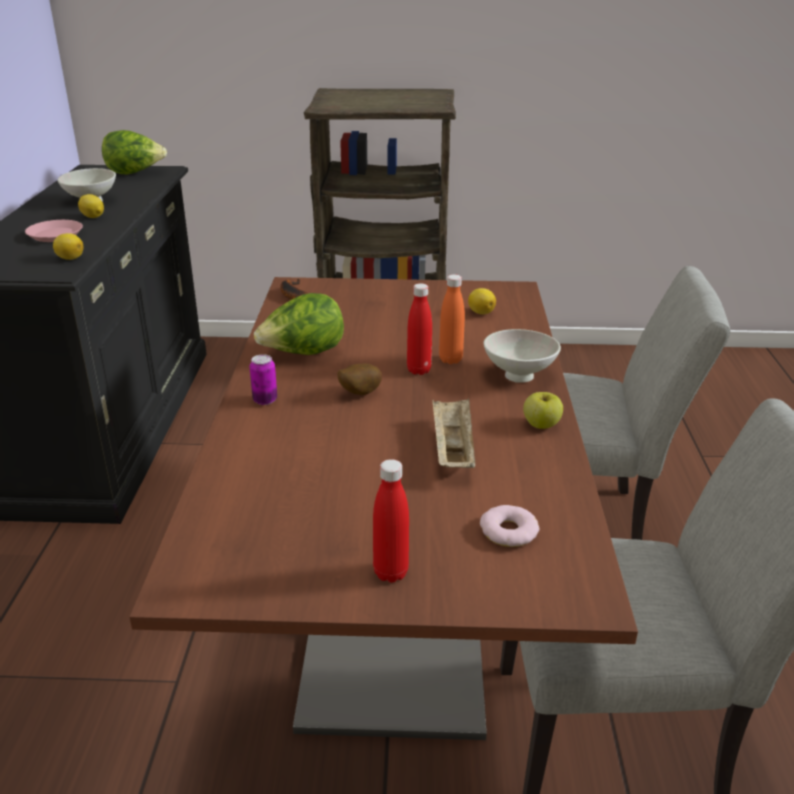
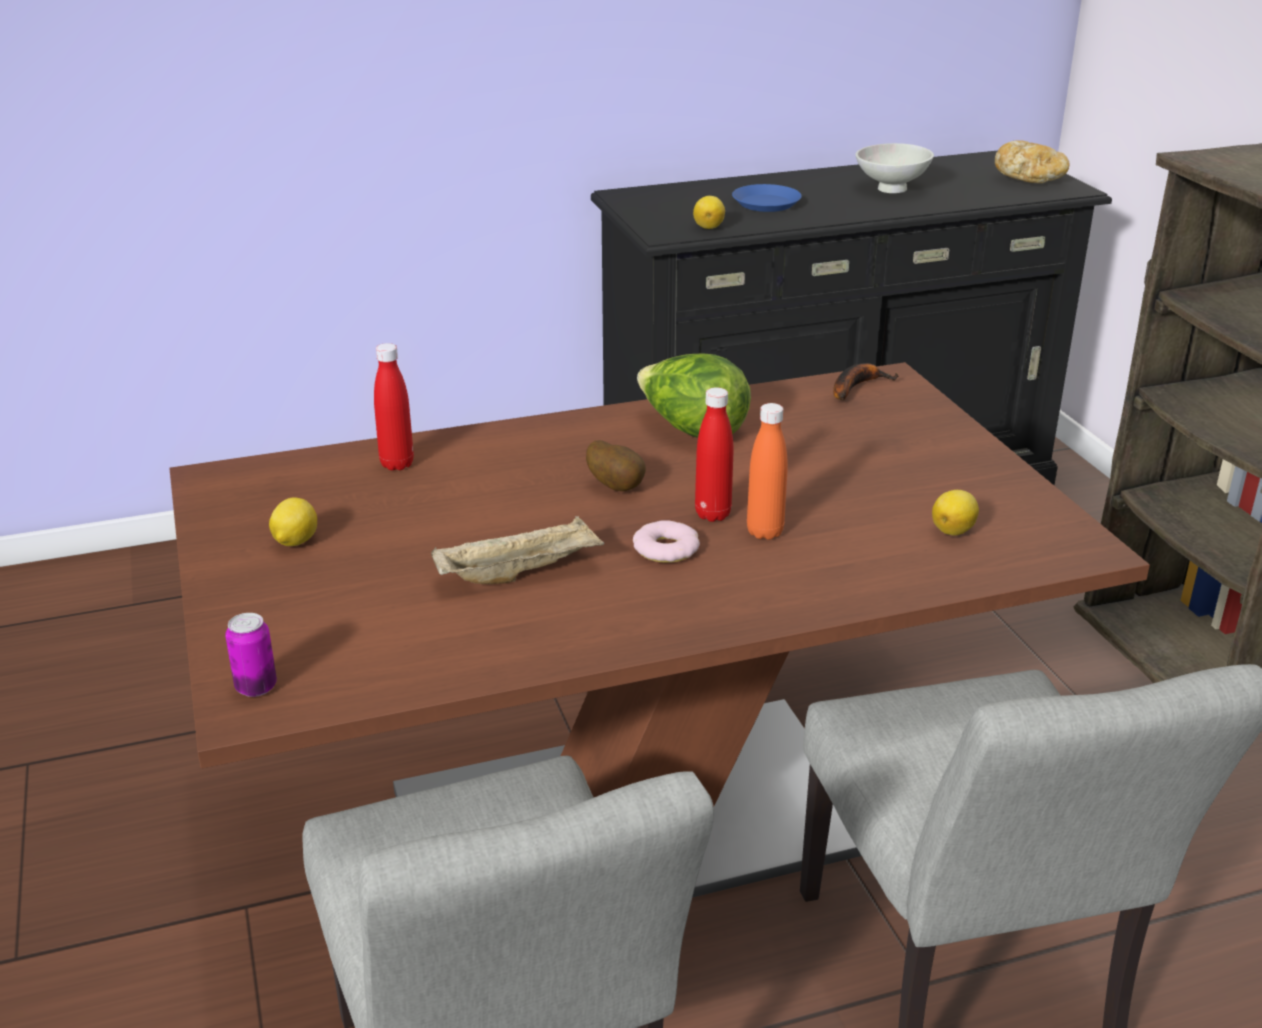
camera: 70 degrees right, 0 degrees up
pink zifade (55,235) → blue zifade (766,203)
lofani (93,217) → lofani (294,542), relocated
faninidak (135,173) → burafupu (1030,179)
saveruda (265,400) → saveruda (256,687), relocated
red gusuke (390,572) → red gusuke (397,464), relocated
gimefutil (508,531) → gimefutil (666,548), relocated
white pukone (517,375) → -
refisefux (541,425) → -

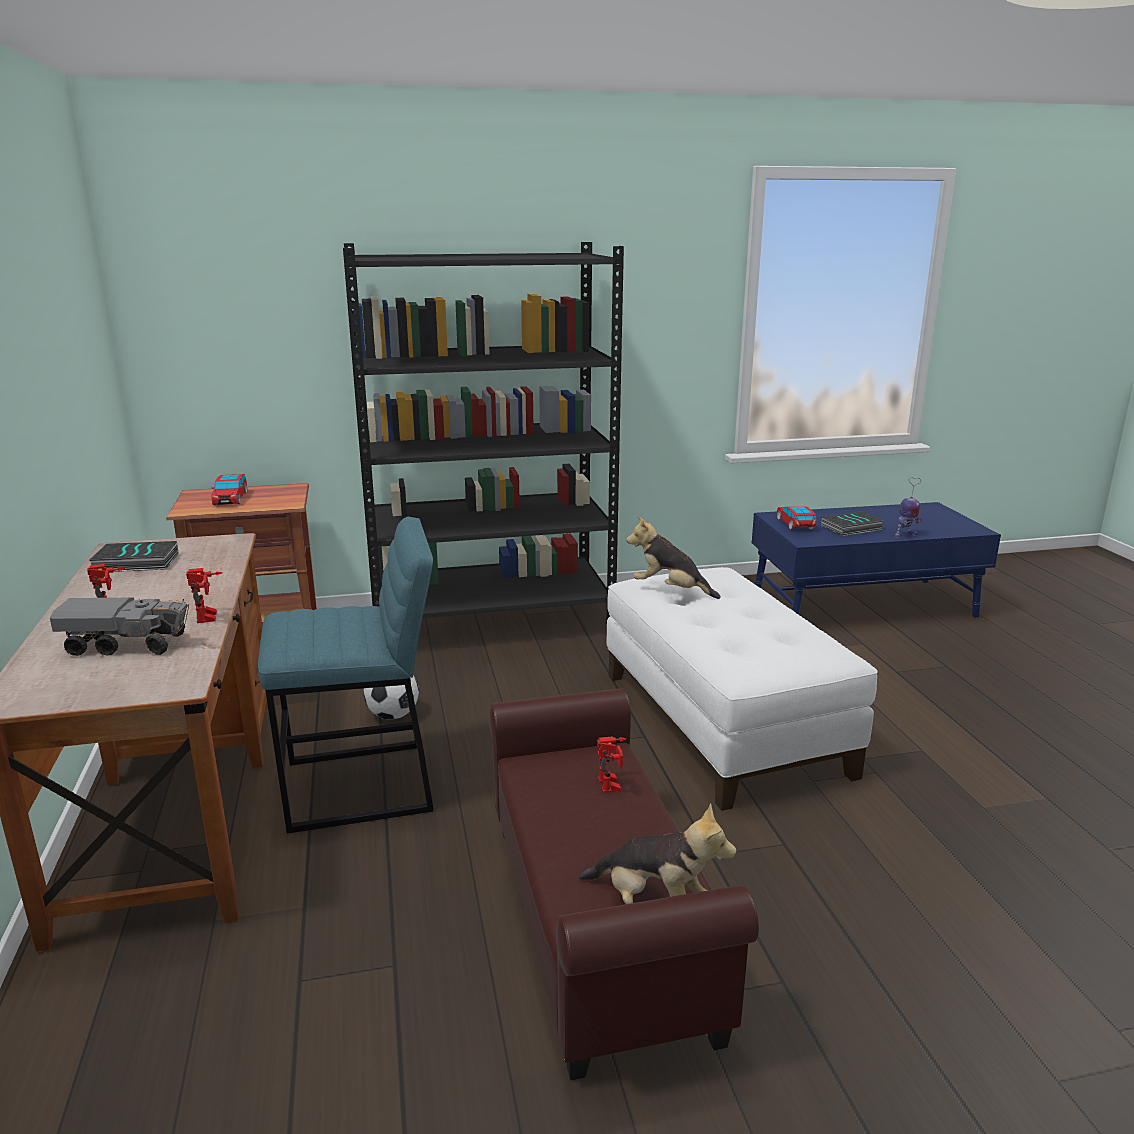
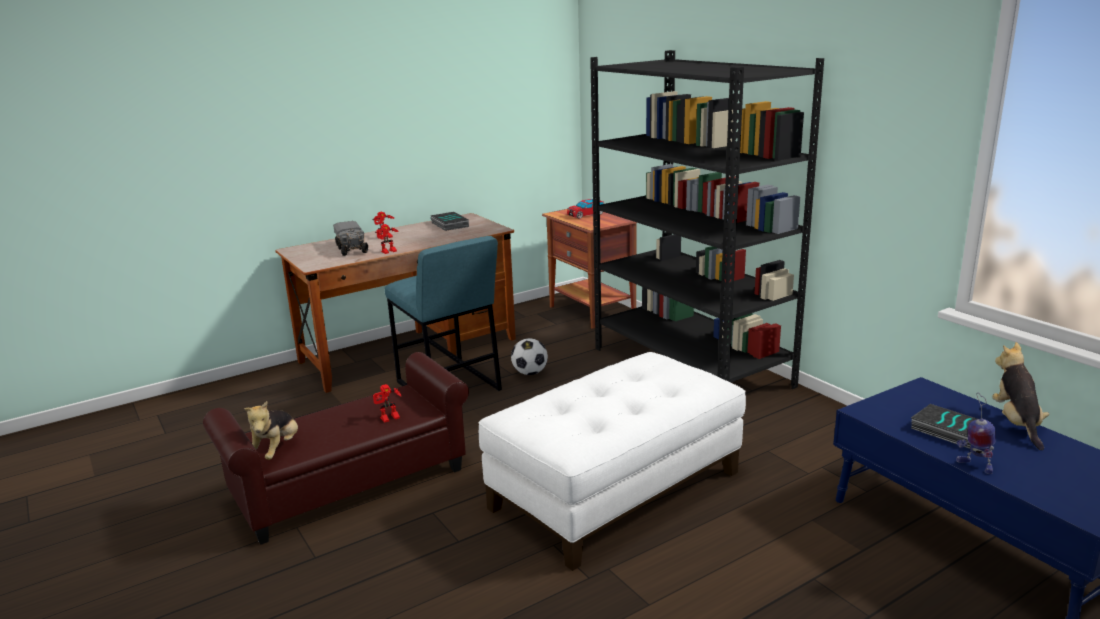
camera: 70 degrees right, 0 degrees up
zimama (670,590) → zimama (1016,423), relocated
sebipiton (795,525) → -

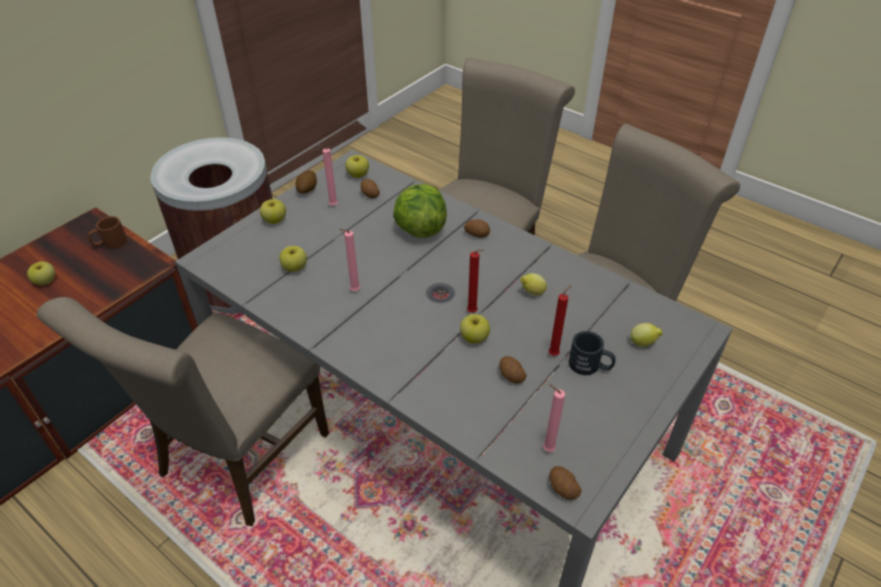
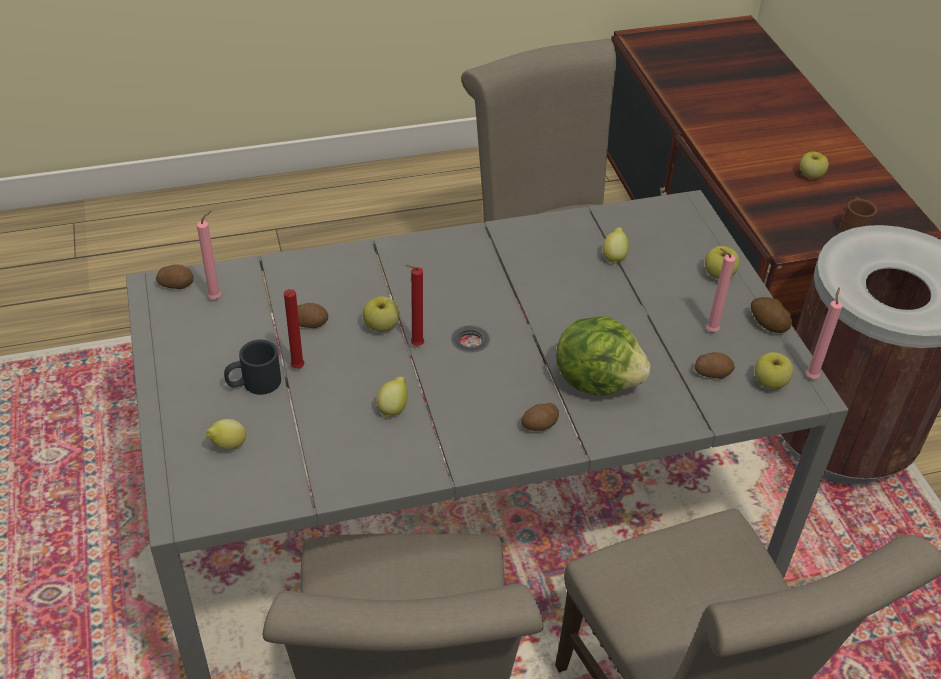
camera: 125 degrees right, 0 degrees up
refisefux (295,268) → lofani (614,257)
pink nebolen (353,291) → pink nebolen (811,376), relocated

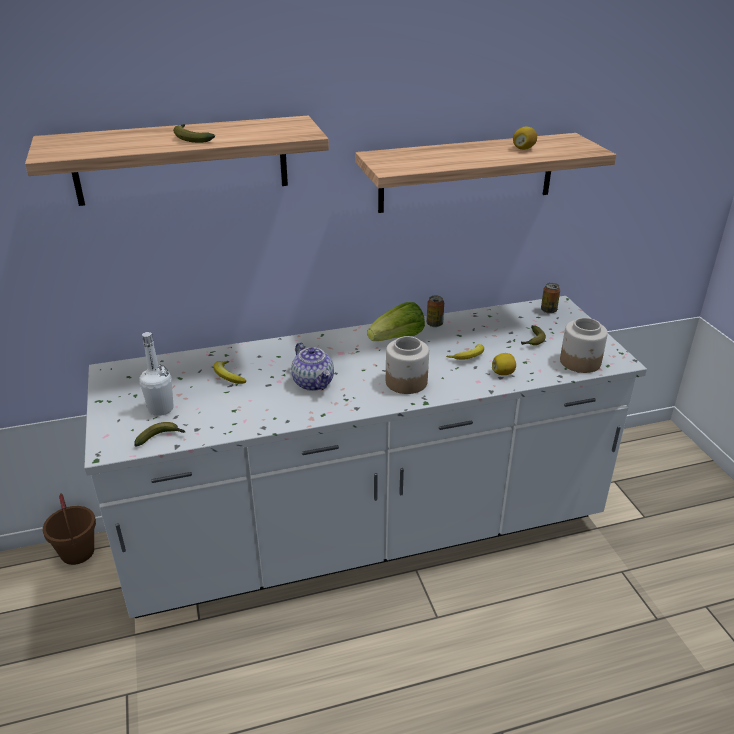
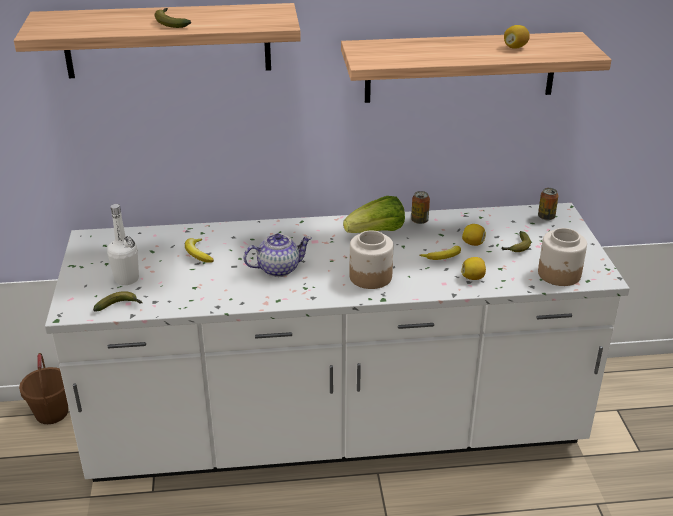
camera: 10 degrees right, 0 degrees up
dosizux (314,383) → dosizux (279,269), 90 degrees counterclockwise
- → lofani (473,243)

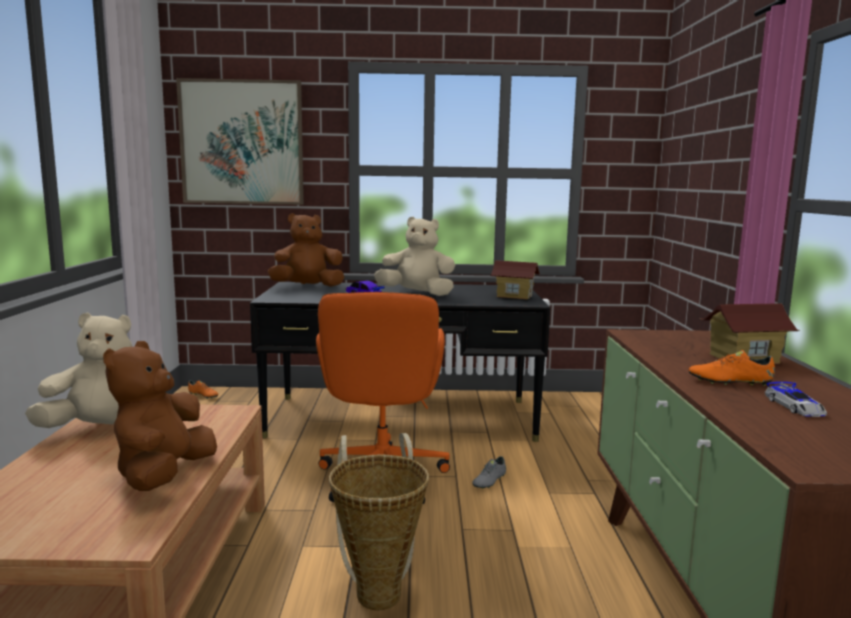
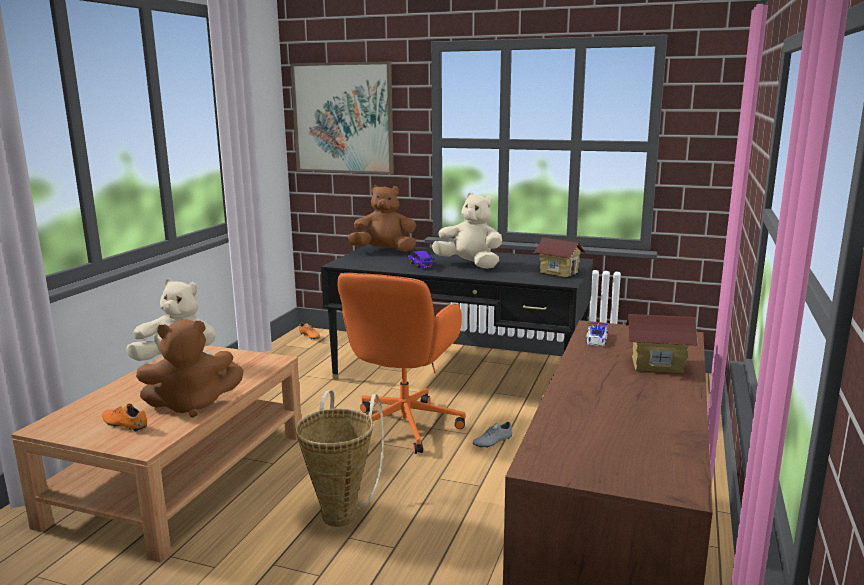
camera: 20 degrees right, 5 degrees up
brown zimama (163,476) → brown zimama (192,405), 135 degrees counterclockwise
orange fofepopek (730,382) → orange fofepopek (125,425), relocated
sebipiton (795,407) → sebipiton (596,339), relocated

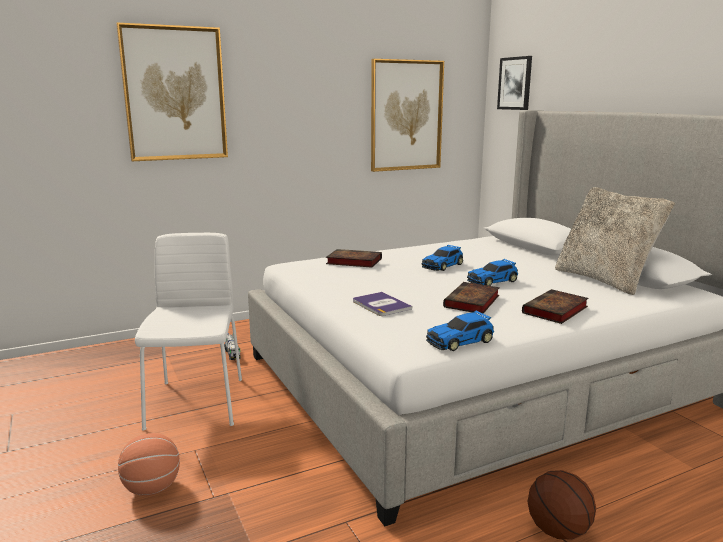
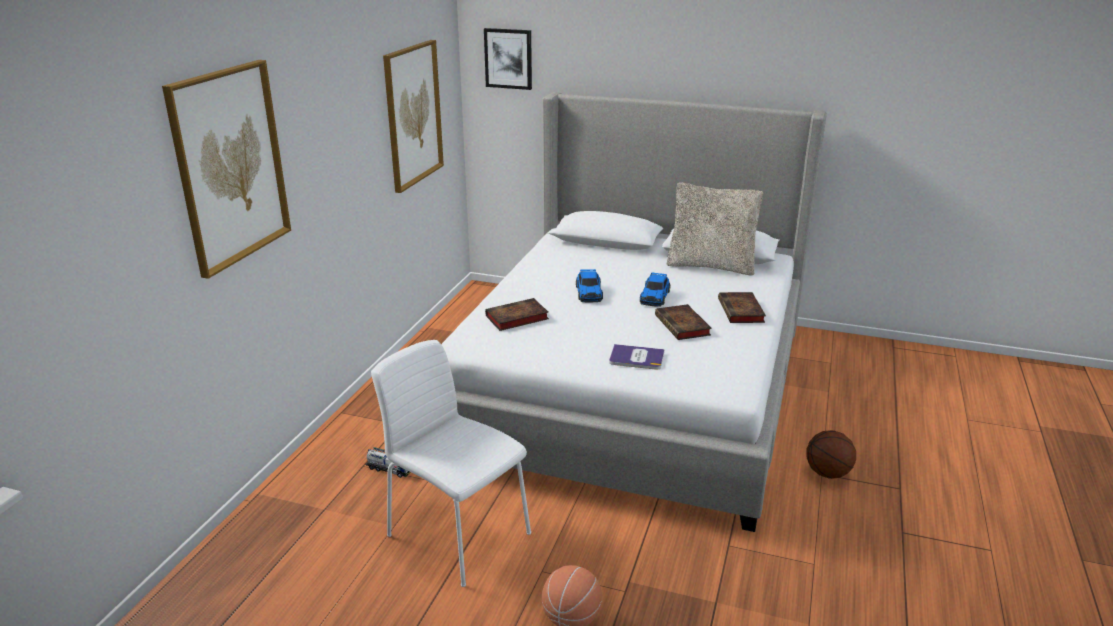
camera: 45 degrees left, 10 degrees up
sebipiton (461,341) → -

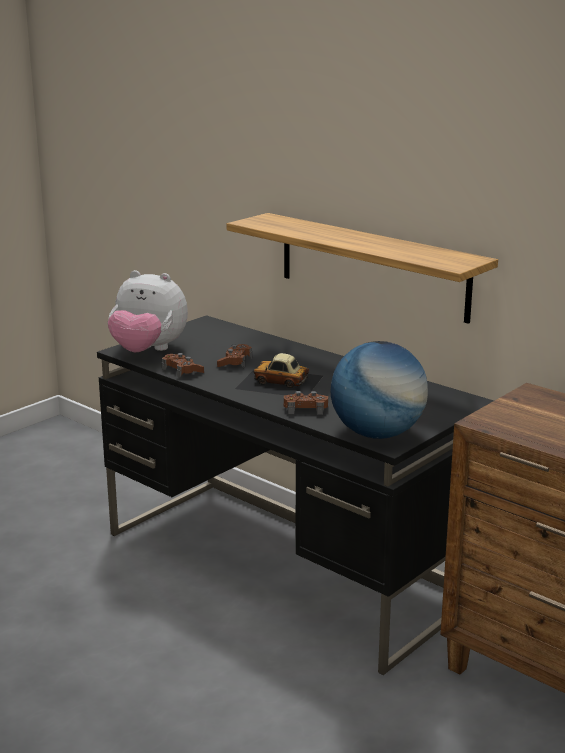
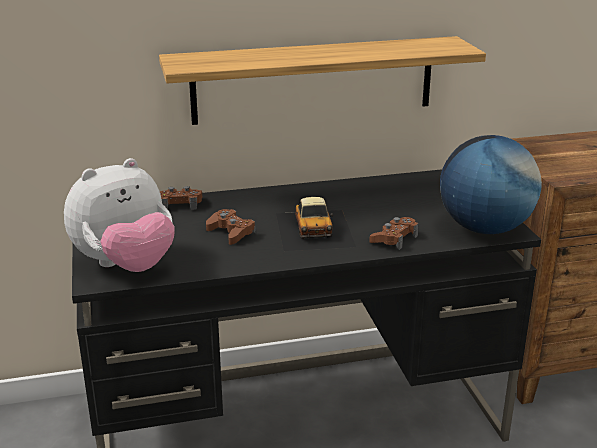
camera: 55 degrees left, 5 degrees up
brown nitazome (182,370) → brown nitazome (179,204), relocated
sebipiton (280,382) → sebipiton (314,229), 60 degrees counterclockwise

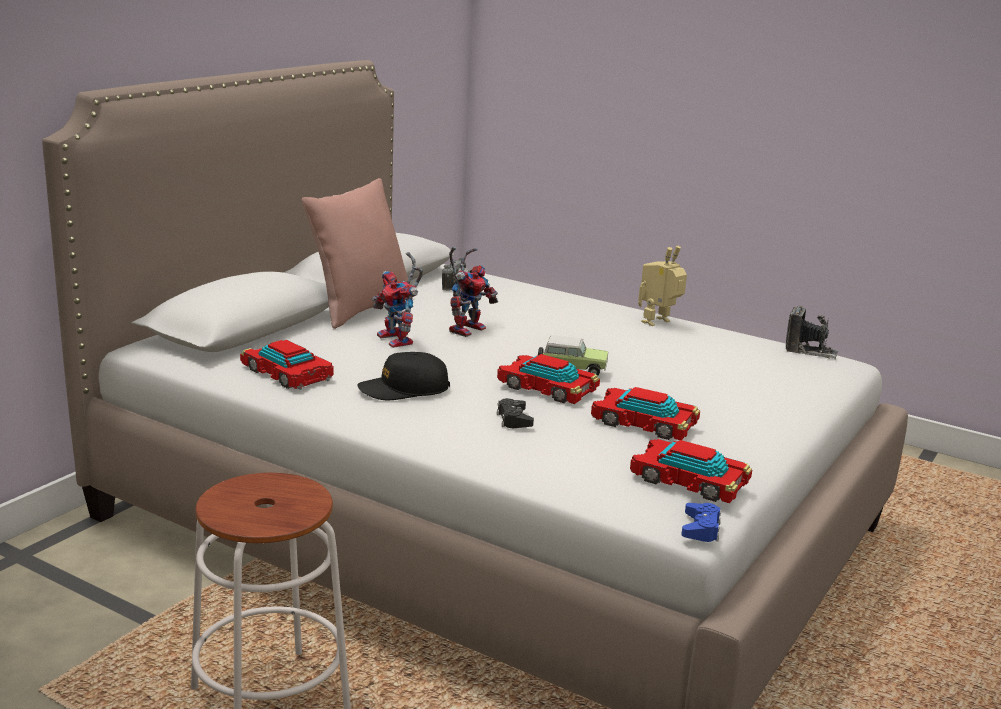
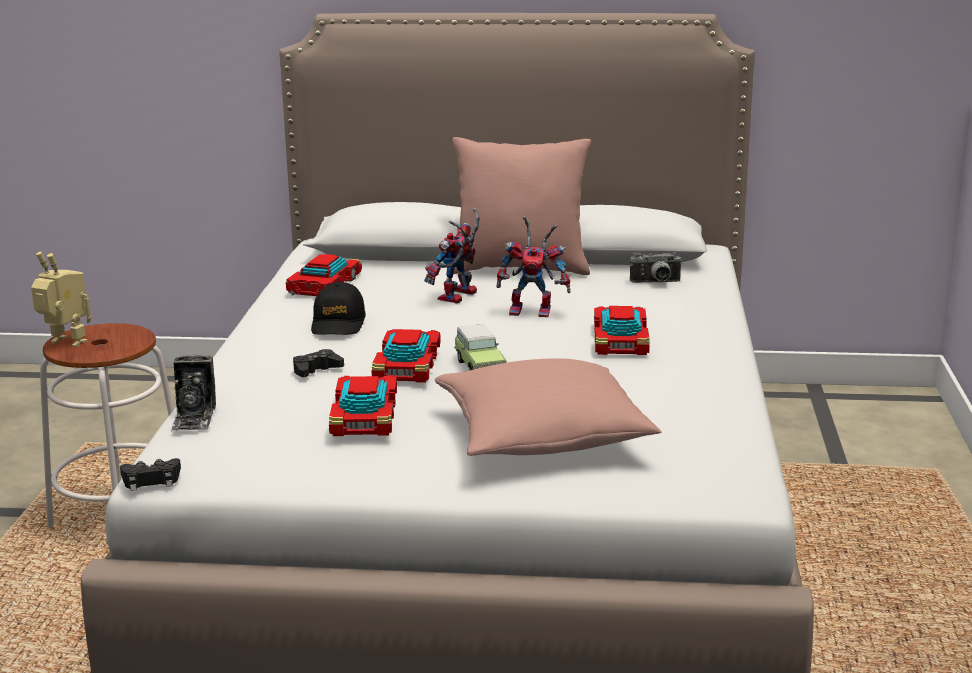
camera: 65 degrees right, 0 degrees up
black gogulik (404,389) → black gogulik (338,323), 135 degrees counterclockwise
sebipiton (689,480) → sebipiton (621,340), relocated
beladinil (659,323) → beladinil (65,344), relocated
blue nitazome (701,528) → black nitazome (151,480)
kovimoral (811,351) → kovimoral (194,417), relocated
- → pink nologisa (542,438)

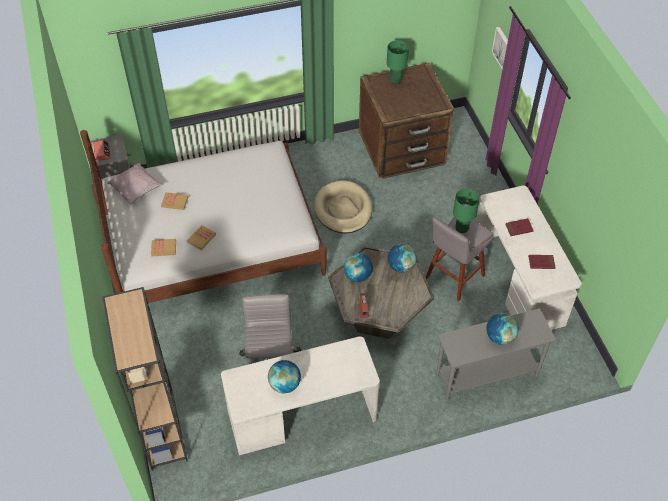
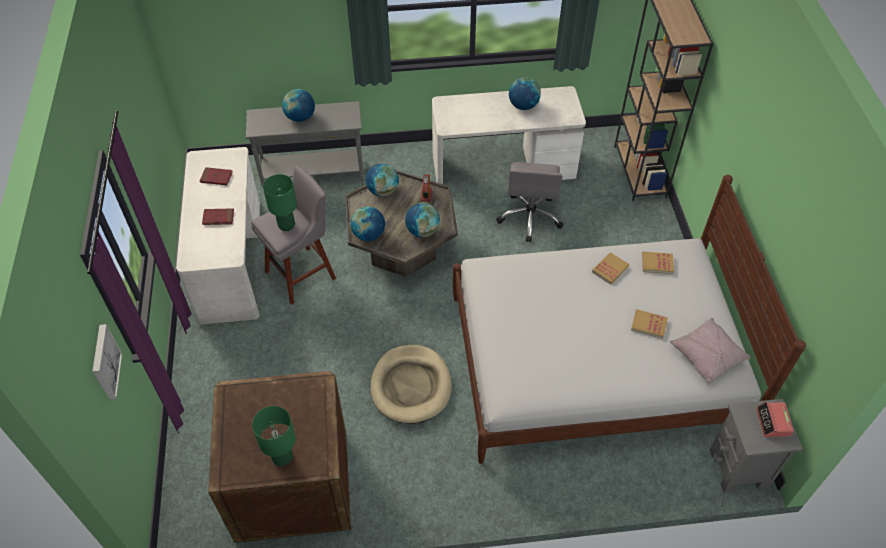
camera: 170 degrees left, 0 degrees up
- → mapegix (383,191)

